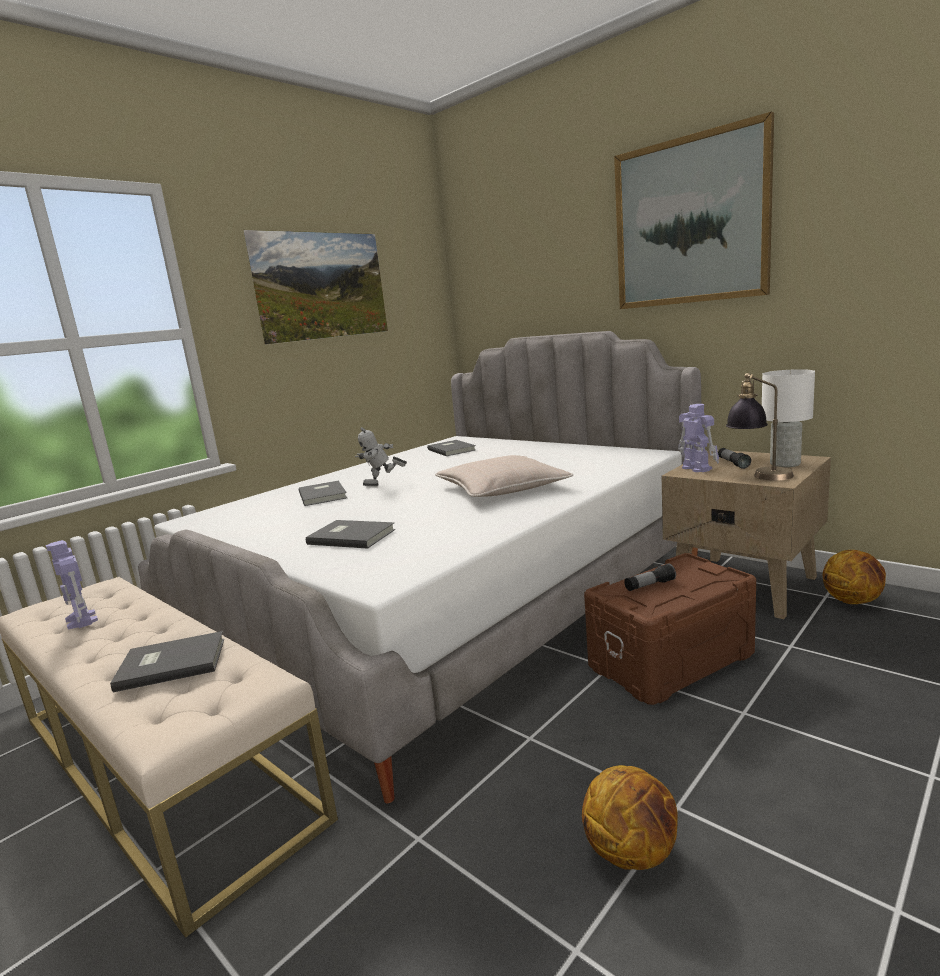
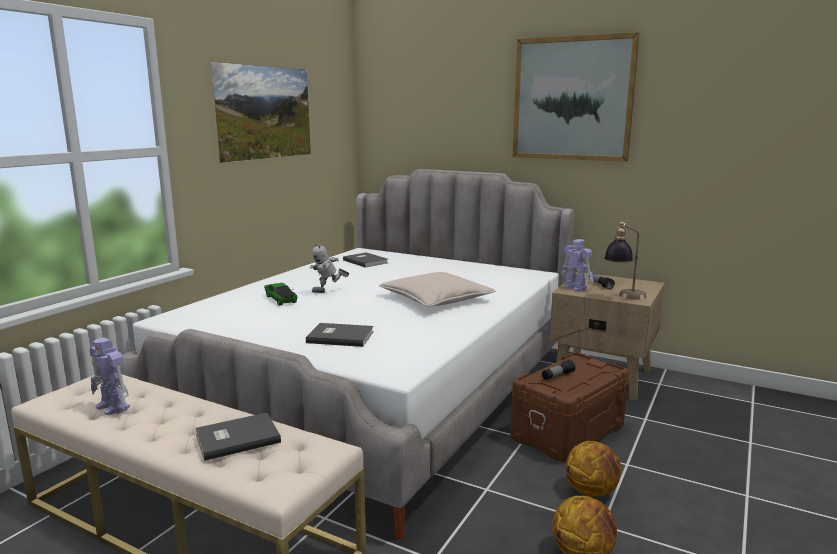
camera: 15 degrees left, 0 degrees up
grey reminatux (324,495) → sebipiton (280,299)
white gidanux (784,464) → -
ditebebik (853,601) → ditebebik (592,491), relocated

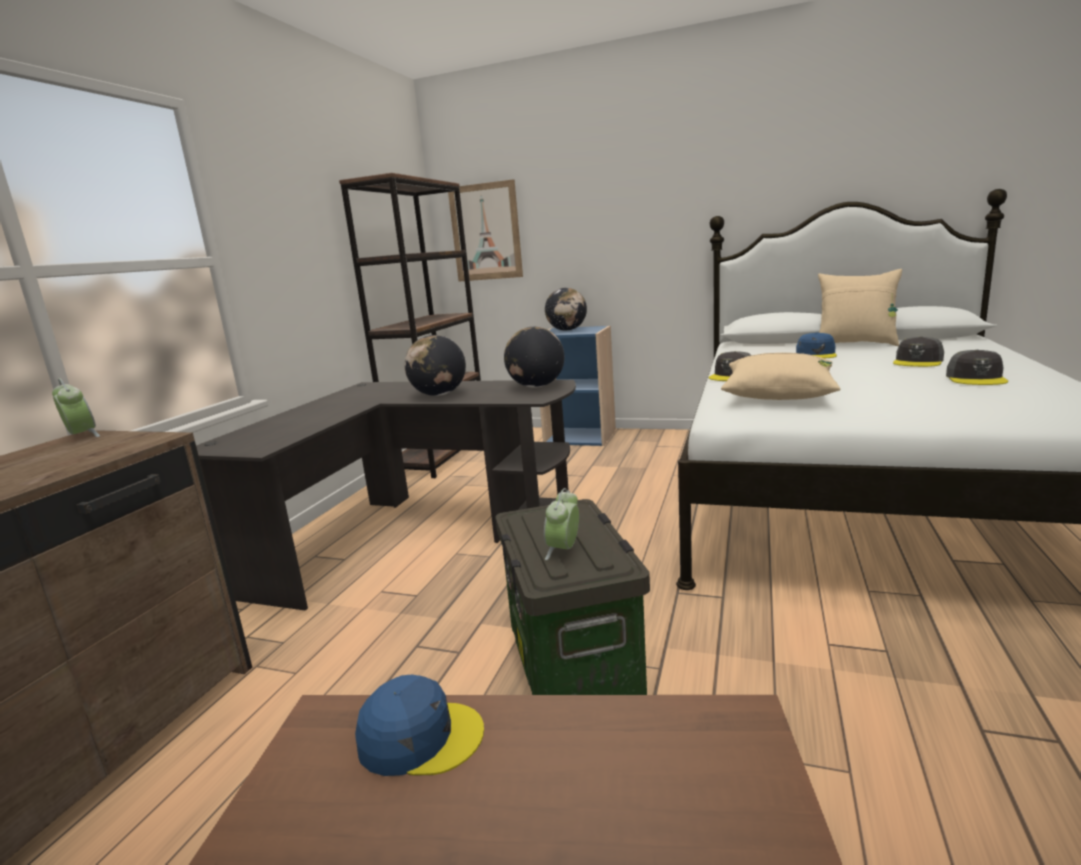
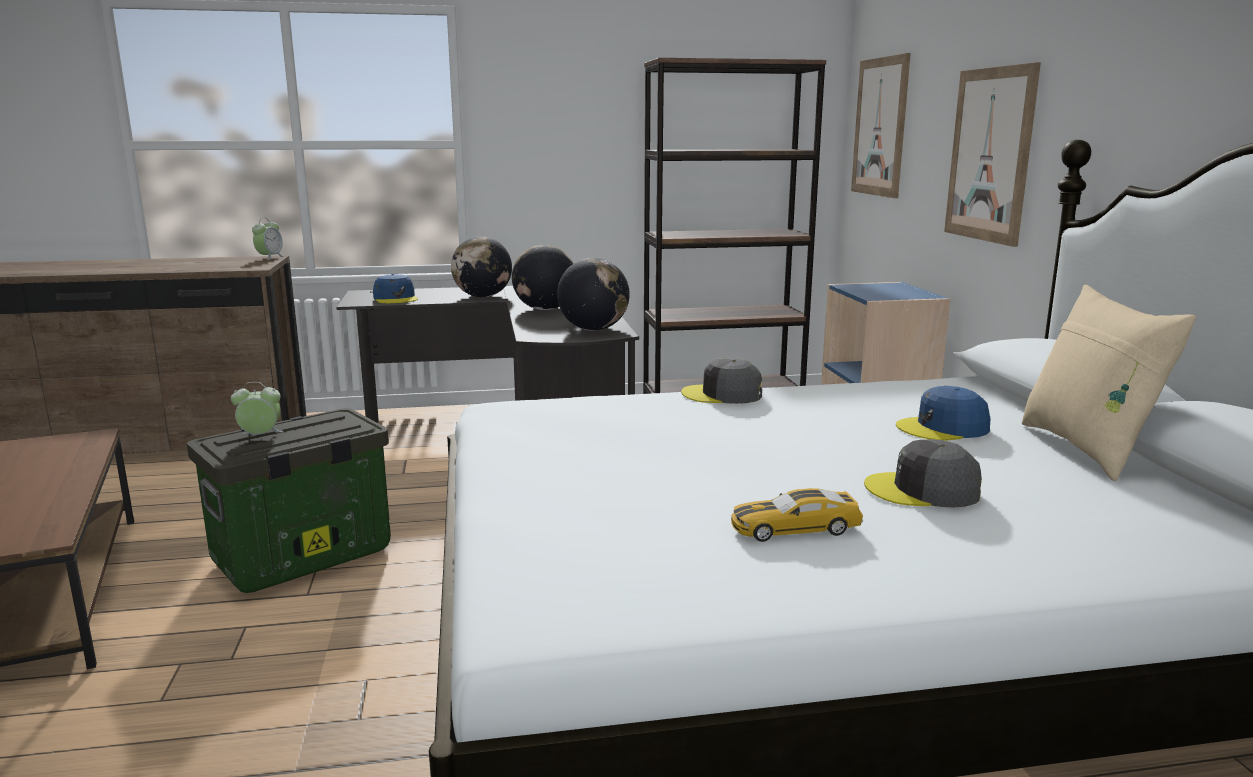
camera: 60 degrees right, 0 degrees up
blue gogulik (420,737) → blue gogulik (396,298), relocated
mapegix (567,330) → mapegix (482,296), relocated
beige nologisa (778,395) → -
grey gogulik (976,378) → sebipiton (794,528)
- → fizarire (989,155)

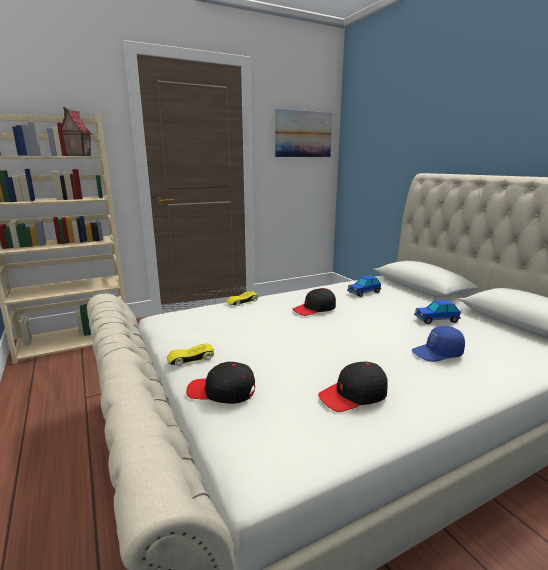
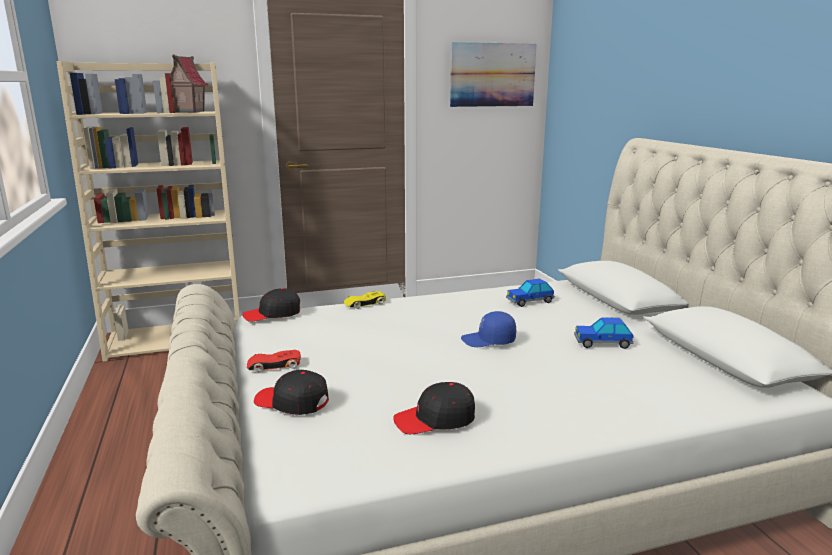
camera: 10 degrees right, 0 degrees up
yellow sebipiton (190,358) → red sebipiton (274,365)
black gogulik (314,309) → black gogulik (272,314), relocated
blue gogulik (437,353) → blue gogulik (488,341), relocated

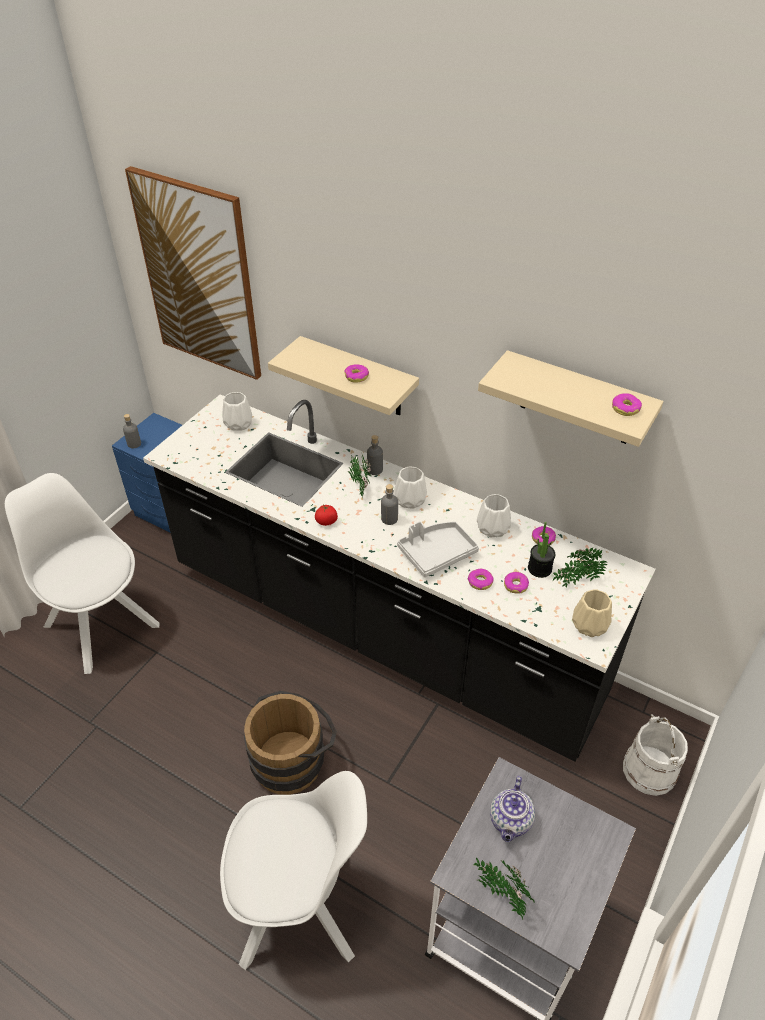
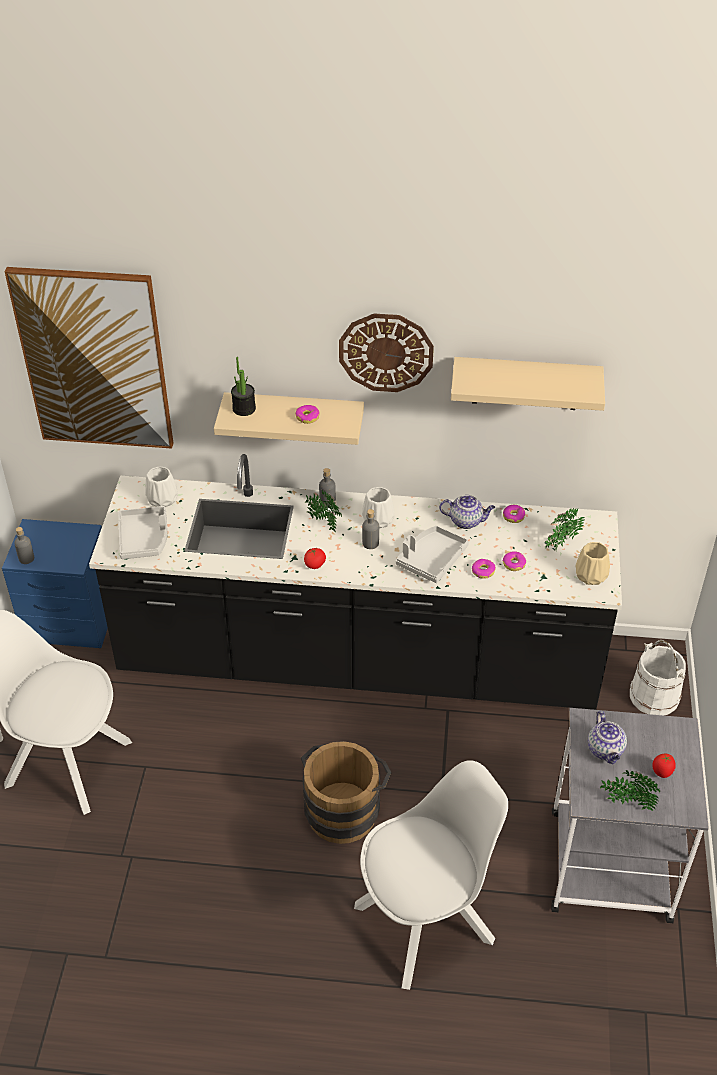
camera: 25 degrees left, 0 degrees up
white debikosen (493,528) → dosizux (466,521)
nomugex (539,568) → nomugex (244,408), relocated
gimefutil (625,408) → -
- → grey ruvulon (144,539)
- → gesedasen (386,352)
- → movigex (662,773)

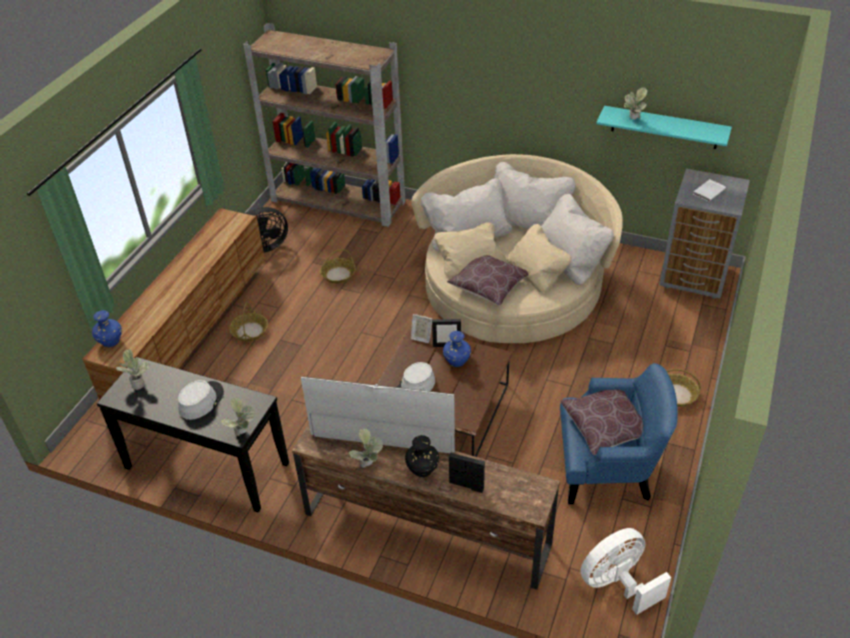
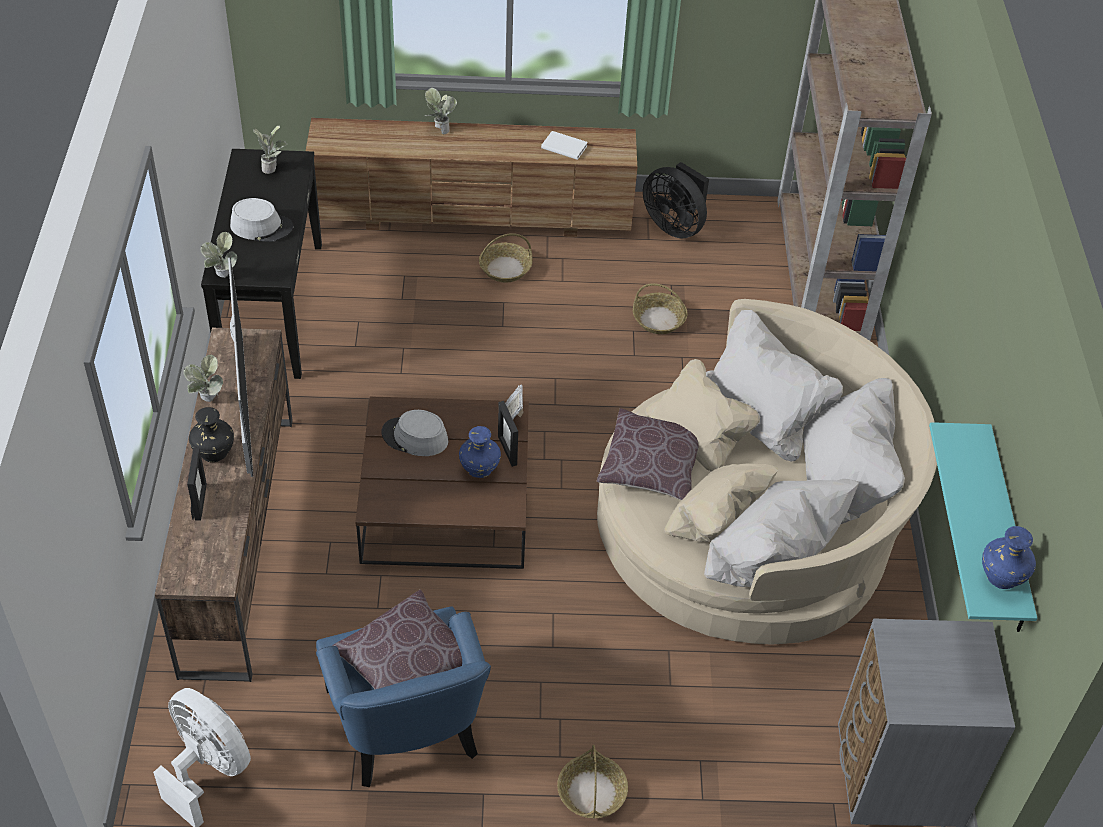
camera: 65 degrees right, 5 degrees up
blue debikosen (110,342) → blue debikosen (1001,577), relocated
nomugex (632,120) → nomugex (439,129), relocated
white reminatux (708,191) → white reminatux (564,146), relocated

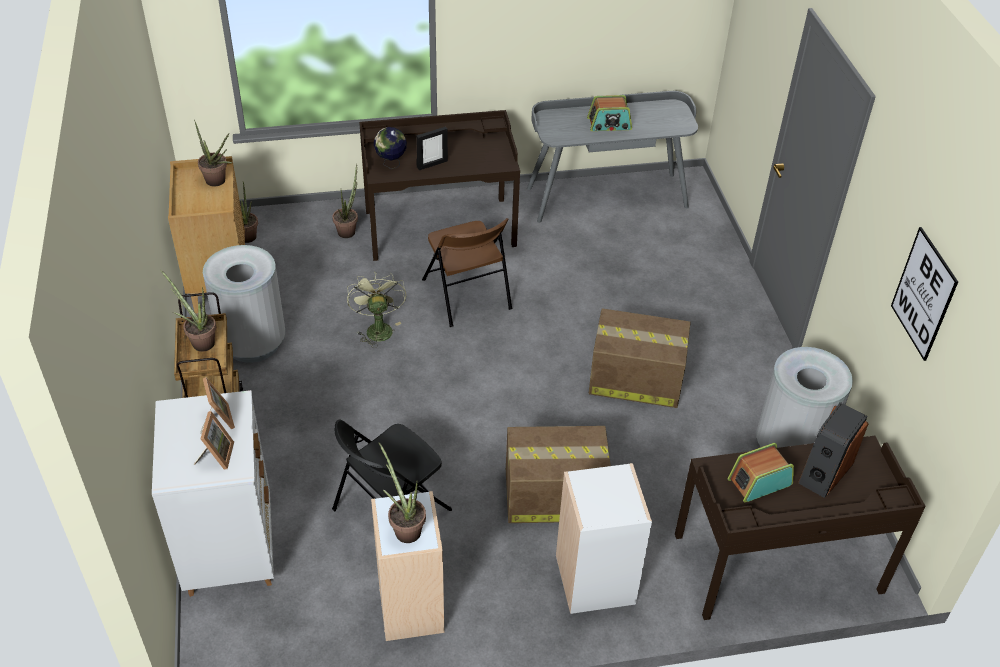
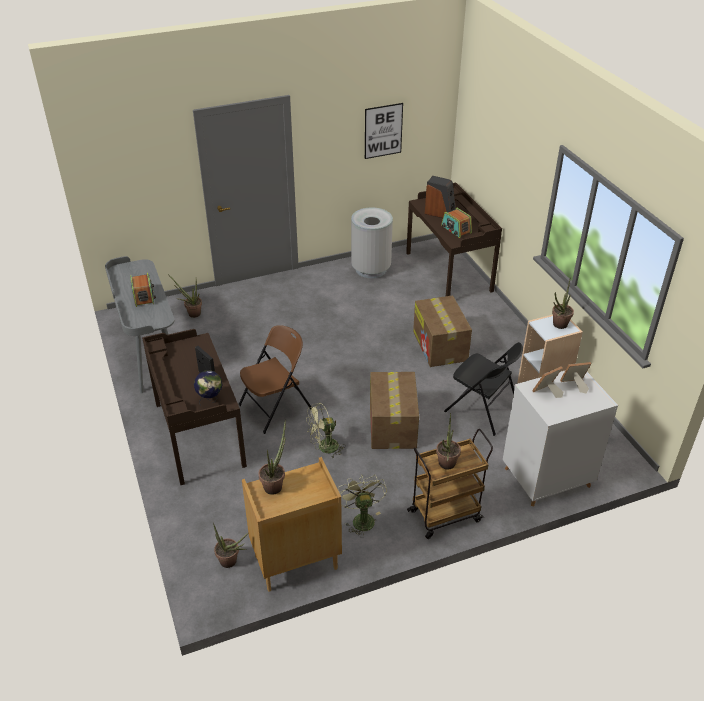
camera: 100 degrees left, 5 degrees down
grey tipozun (252,343) → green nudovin (361,518)
nomugex (348,230) → nomugex (192,313), relocated
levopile (594,579) → -
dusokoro (634,379) → dusokoro (392,426), relocated

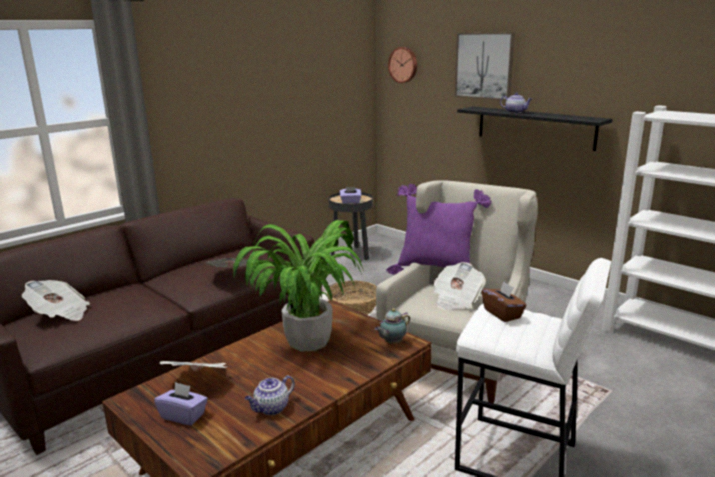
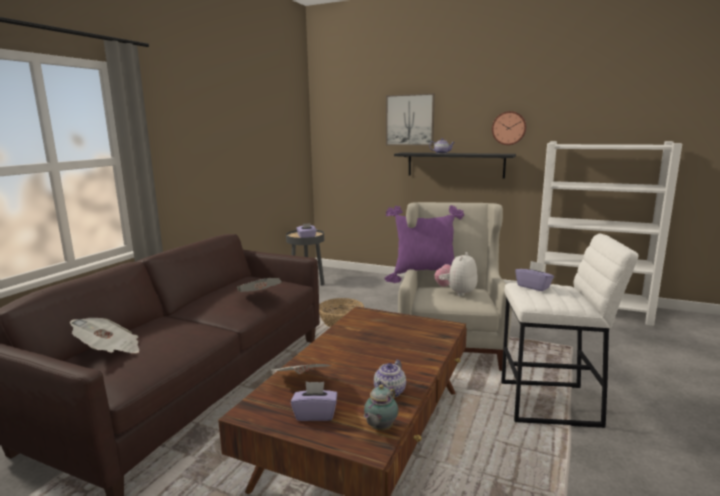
camera: 20 degrees left, 5 degrees down
nomugex (308,341) → -
dosizux (392,343) → dosizux (380,428), relocated
gesedasen (403,65) → gesedasen (509,128), relocated
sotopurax (456,300) → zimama (456,292)
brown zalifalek (502,313) → purple zalifalek (533,286)

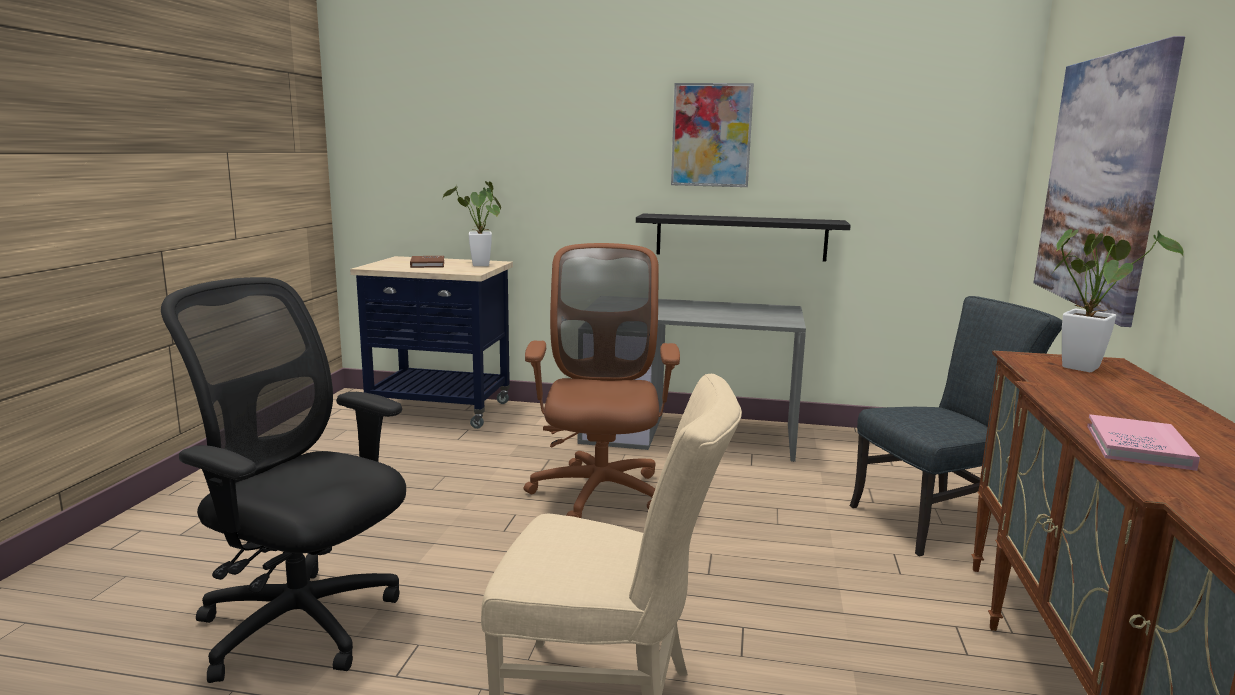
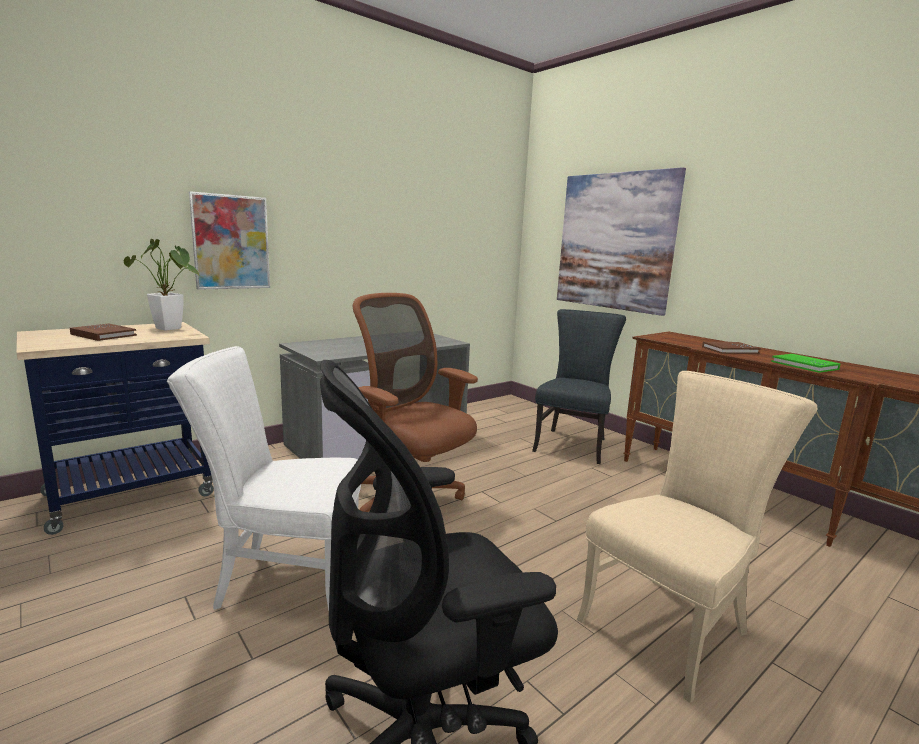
camera: 50 degrees left, 0 degrees up
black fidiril (741,237) → -
fizarire (711,135) → fizarire (231,242), relocated
nomugex (1083,366) → -
pink reminatux (1138,446) → green reminatux (804,365)
- → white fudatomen (282,579)
- → brown reminatux (730,350)

